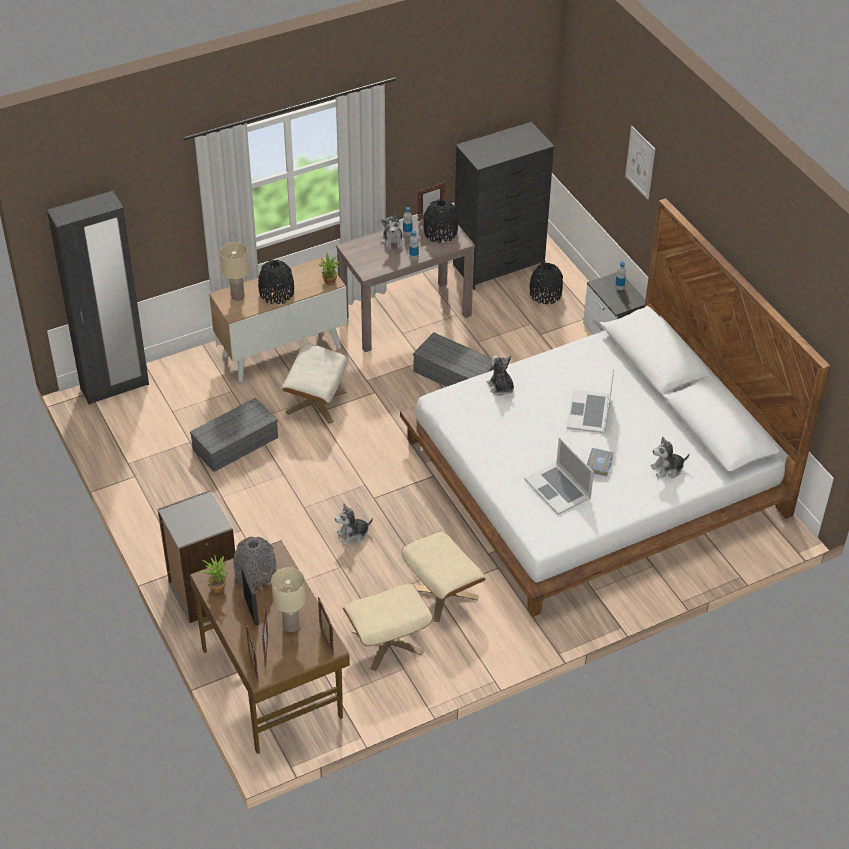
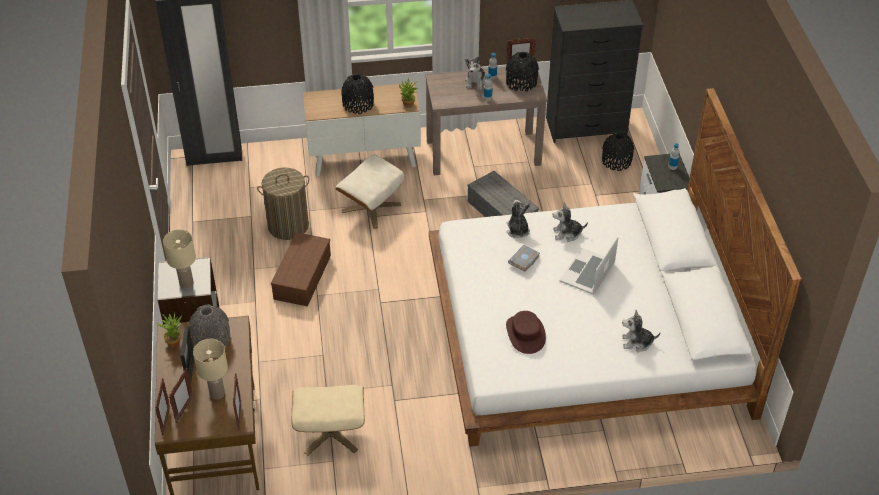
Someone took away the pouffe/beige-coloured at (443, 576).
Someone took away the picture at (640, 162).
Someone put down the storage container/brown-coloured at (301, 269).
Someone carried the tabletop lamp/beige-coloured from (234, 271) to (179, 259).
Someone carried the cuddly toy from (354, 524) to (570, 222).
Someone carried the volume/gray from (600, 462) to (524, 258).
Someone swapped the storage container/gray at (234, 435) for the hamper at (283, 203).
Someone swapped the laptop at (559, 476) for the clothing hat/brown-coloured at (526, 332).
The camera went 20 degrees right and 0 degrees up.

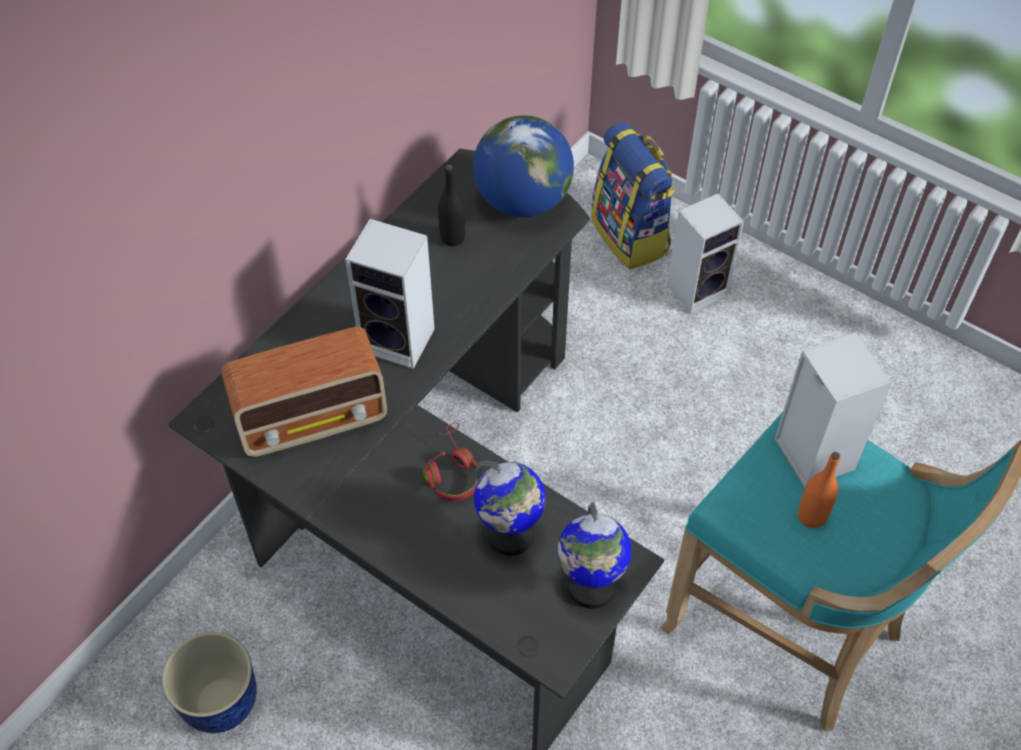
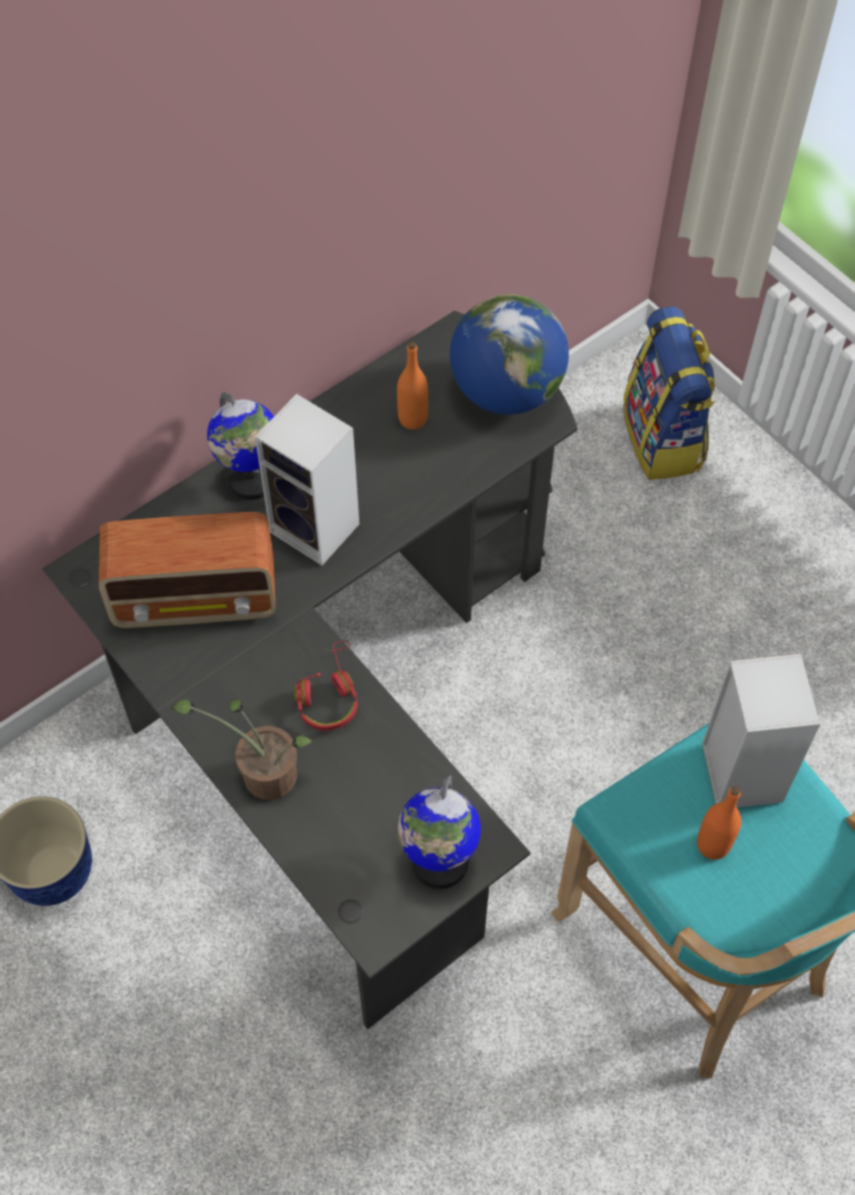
Someone took away the audio speaker at (705, 253).
Someone put down the houseplant at (242, 749).
Someone carried the desk globe from (510, 508) to (240, 446).
Someone repainted the drink bottle/black at (451, 205), which became the drink bottle/orangey at (412, 385).
The camera went 15 degrees right and 5 degrees up.

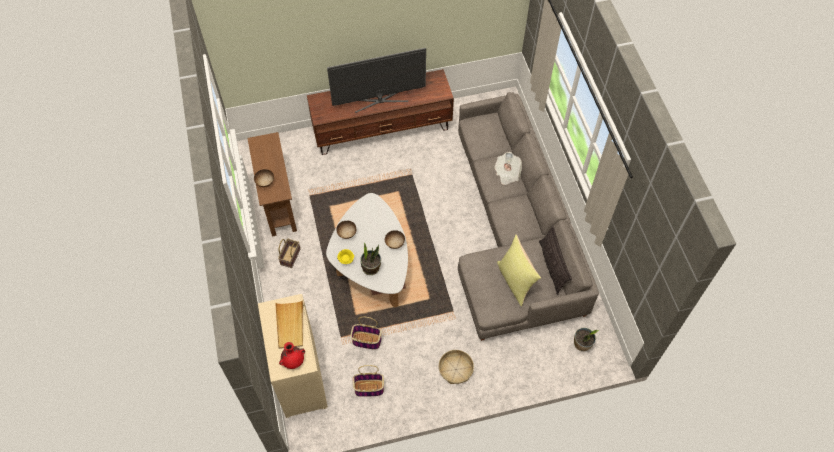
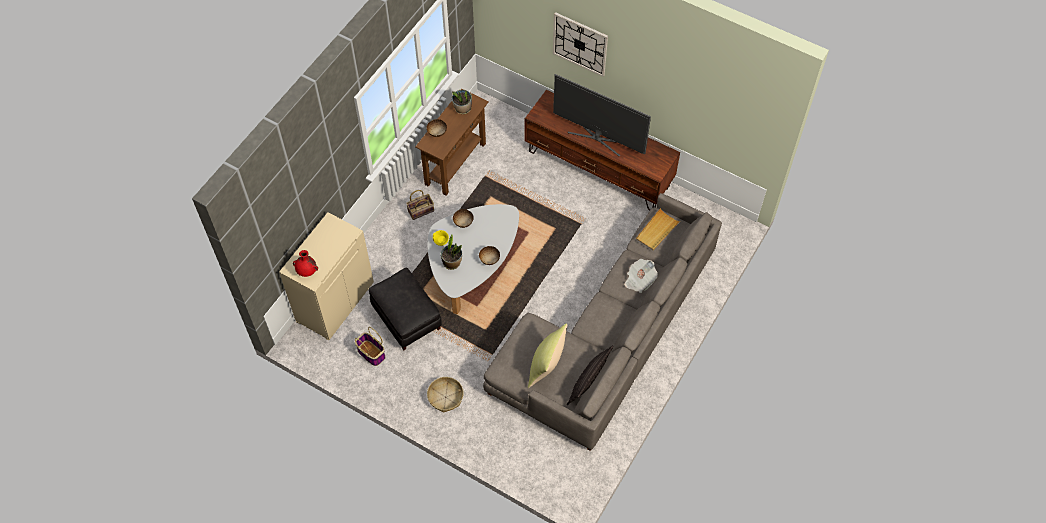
Someone put up the wall clock at (580, 44).
Someone carried the serving tray/beige-coloured from (289, 324) to (658, 229).
Someone carried the houseplant from (586, 339) to (462, 102).
Someone swapped the household basket at (366, 333) for the pouffe/black at (405, 309).
The camera went 45 degrees right and 0 degrees up.

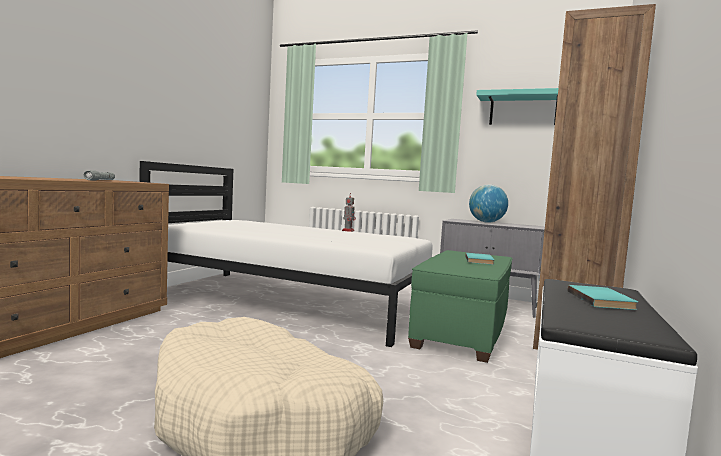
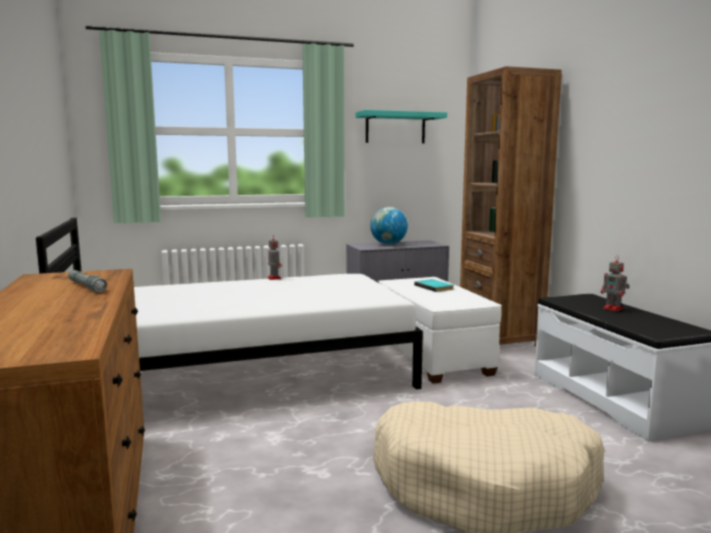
Someone swapped the volume/turquoise at (603, 297) for the model robot at (615, 283).
Someone repainted the pouffe/greenish at (460, 306), which became the pouffe/white at (440, 330).
The camera went 40 degrees left and 5 degrees up.

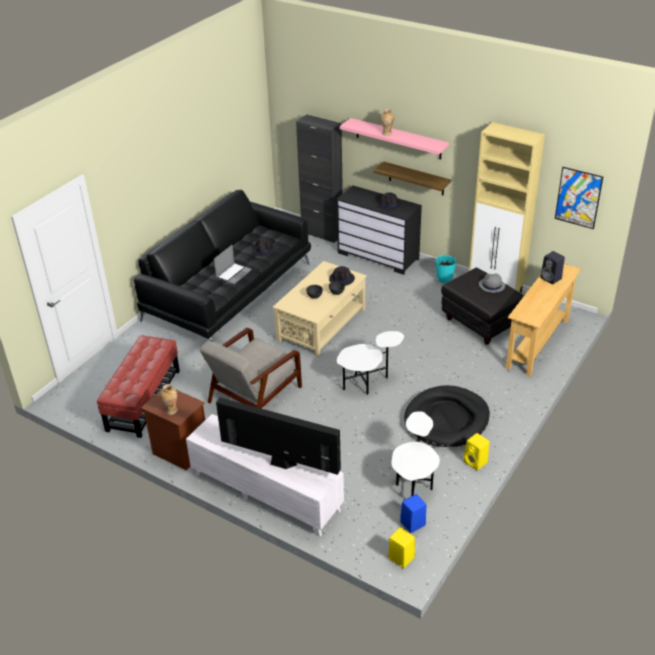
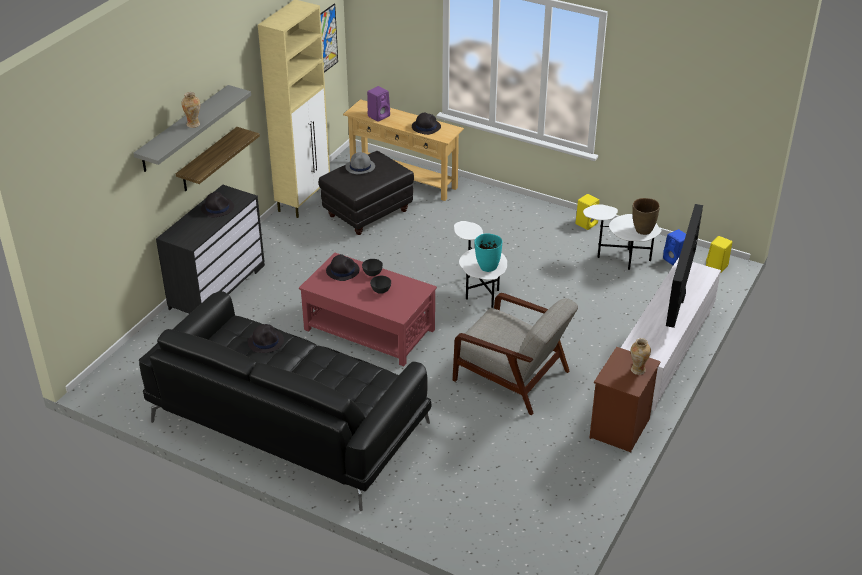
Someone took away the pouffe/reddish at (138, 386).
Someone took away the laptop at (233, 265).
Someone took away the cupboard/black at (319, 178).
Someone took away the pet bed/black at (447, 416).
Someone put down the clothing hat/black at (426, 123).
Someone put down the flower vase/brown-coloured at (646, 216).
Someone carried the flower vase/turquoise from (446, 269) to (488, 252).
Someone repainted the coffee table/beige-coloured at (320, 309), which became the coffee table/reddish at (368, 309).
Someone repainted the wall shelf/pink-coloured at (394, 138), which became the wall shelf/gray at (192, 128).
Someone repainted the audio speaker/black at (552, 267), which became the audio speaker/purple at (378, 104).
The camera went 95 degrees left and 0 degrees up.

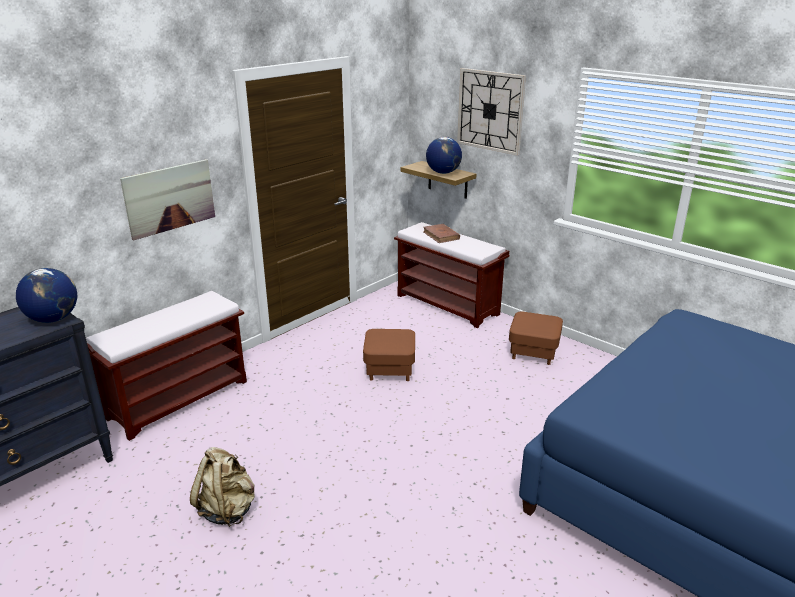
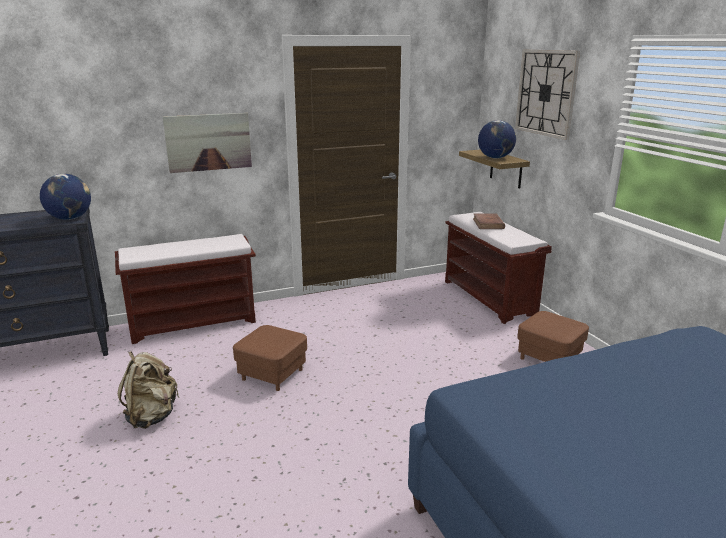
Someone carried the pouffe/brown-coloured from (389, 355) to (270, 358).
The camera went 25 degrees right and 5 degrees down.

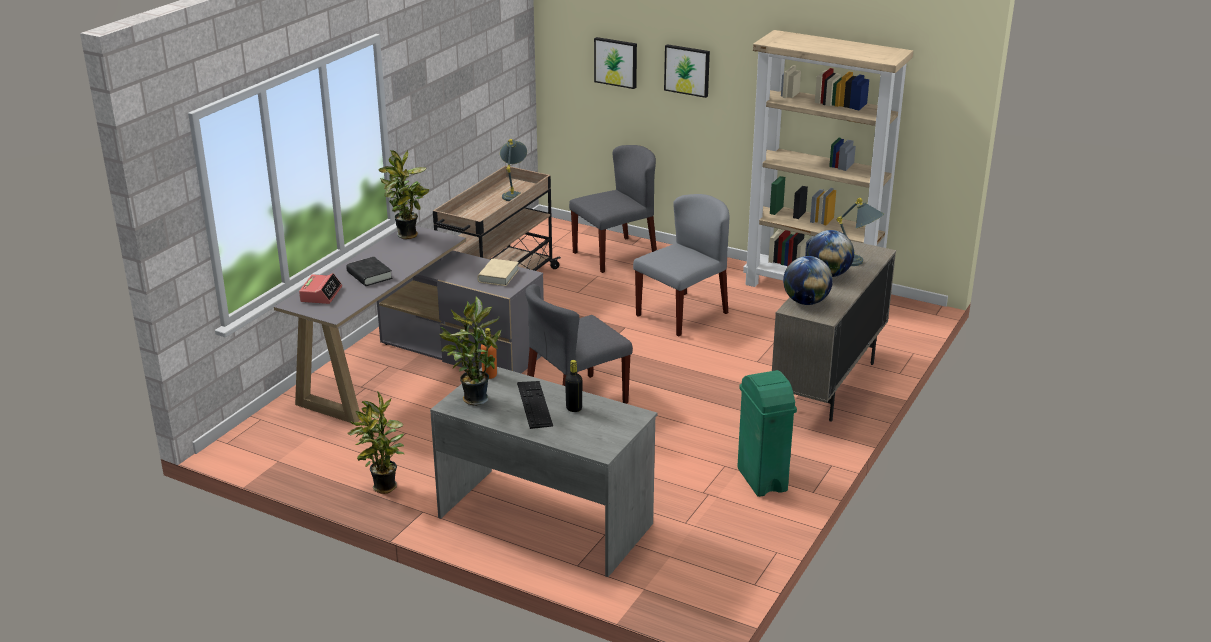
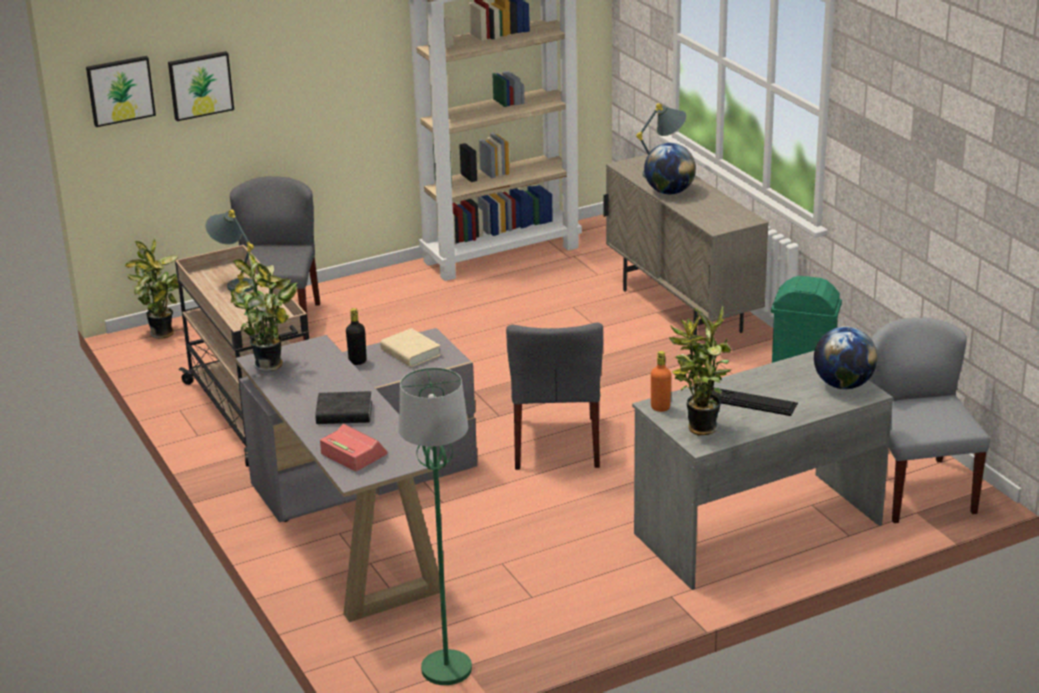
Someone put down the floor lamp/greenish at (435, 526).
Someone carried the houseplant from (375, 442) to (152, 289).
Someone carried the drink bottle/black from (573, 386) to (356, 336).
Someone carried the chair/gray from (681, 265) to (929, 420).
Someone carried the picture from (687, 71) to (121, 91).
Someone carried the desk globe from (808, 280) to (845, 357).
The camera went 55 degrees left and 0 degrees up.

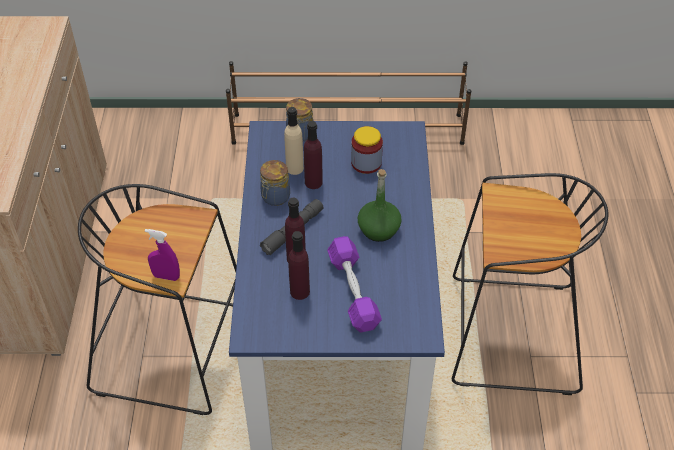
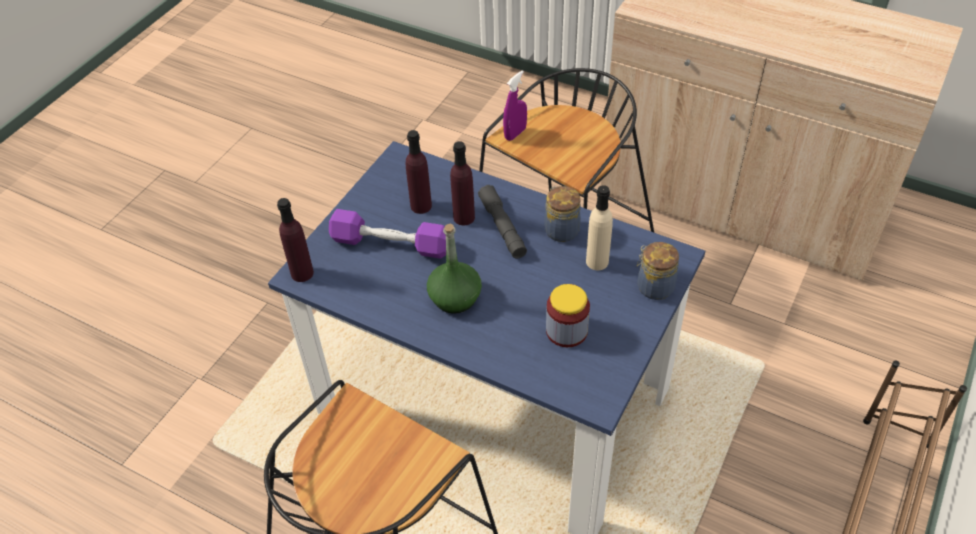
Someone carried the drink bottle/purple from (313, 155) to (295, 240).
The camera went 120 degrees right and 0 degrees up.

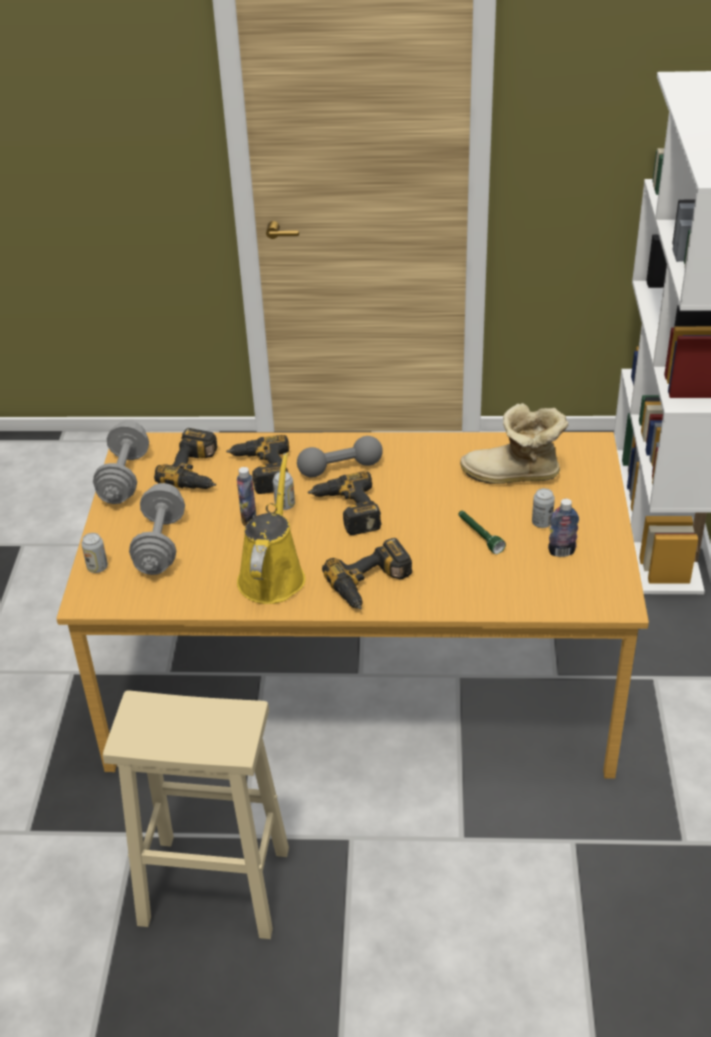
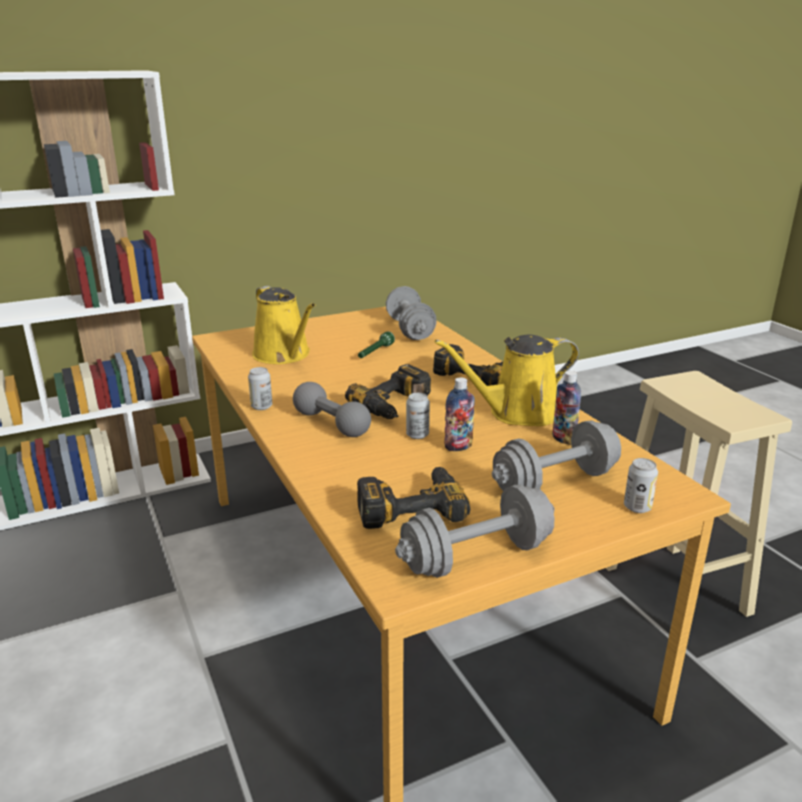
Someone took away the power drill at (257, 464).
Someone put down the dumbbell/gray at (411, 313).
Someone carried the sealed can from (543, 508) to (260, 388).
Someone carried the drink bottle from (563, 528) to (566, 408).
Someone swapped the tall boot at (514, 443) for the sprinkling can/yellowish at (283, 325).
The camera went 120 degrees left and 15 degrees down.

